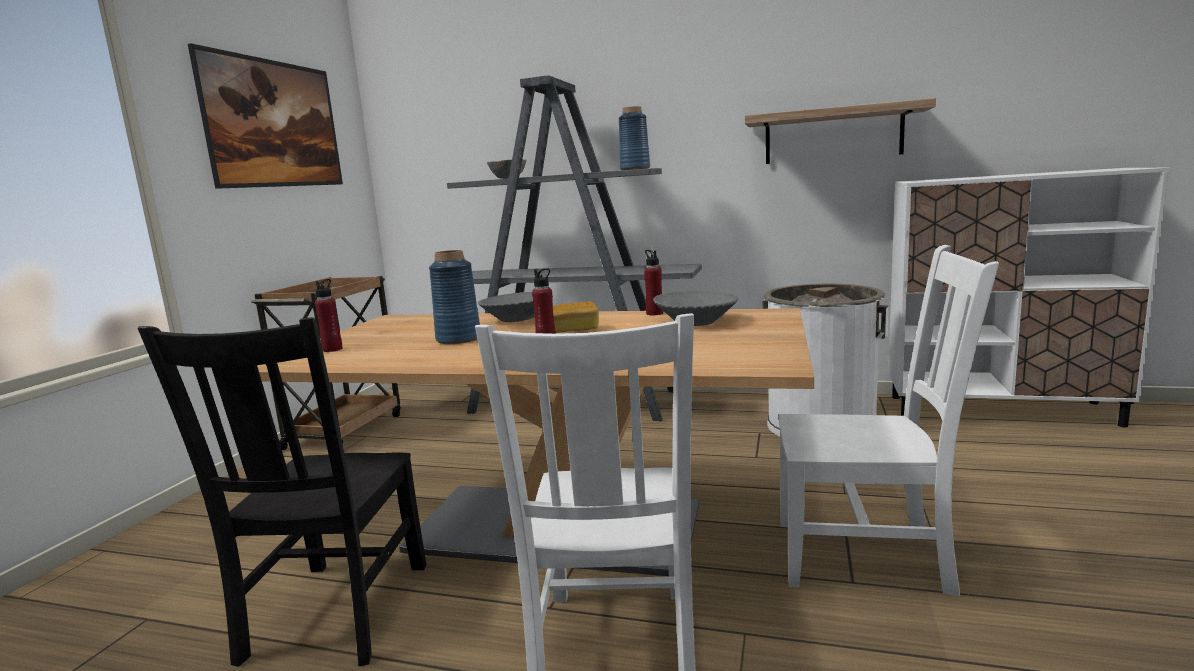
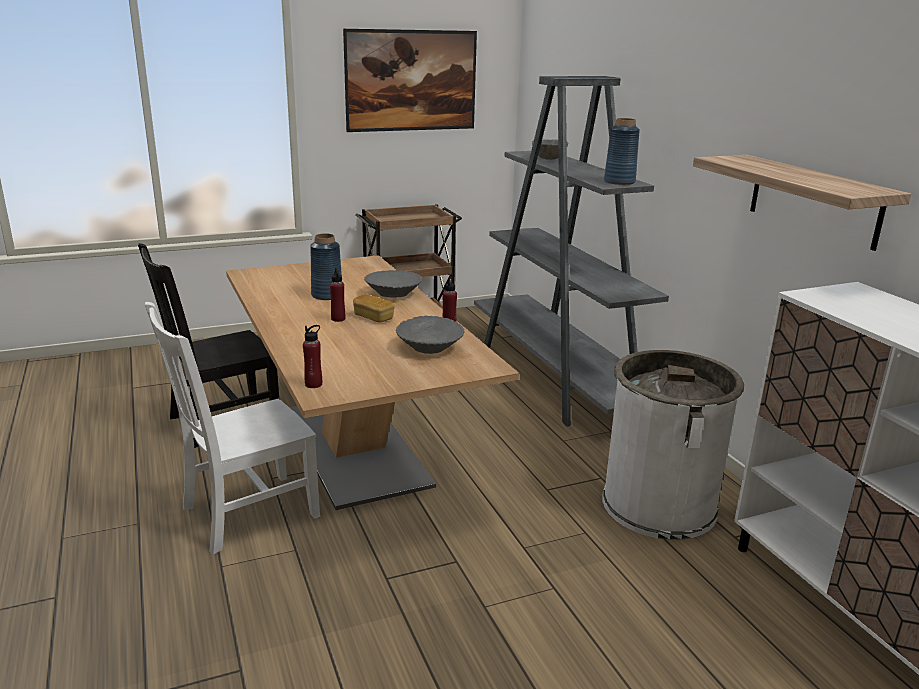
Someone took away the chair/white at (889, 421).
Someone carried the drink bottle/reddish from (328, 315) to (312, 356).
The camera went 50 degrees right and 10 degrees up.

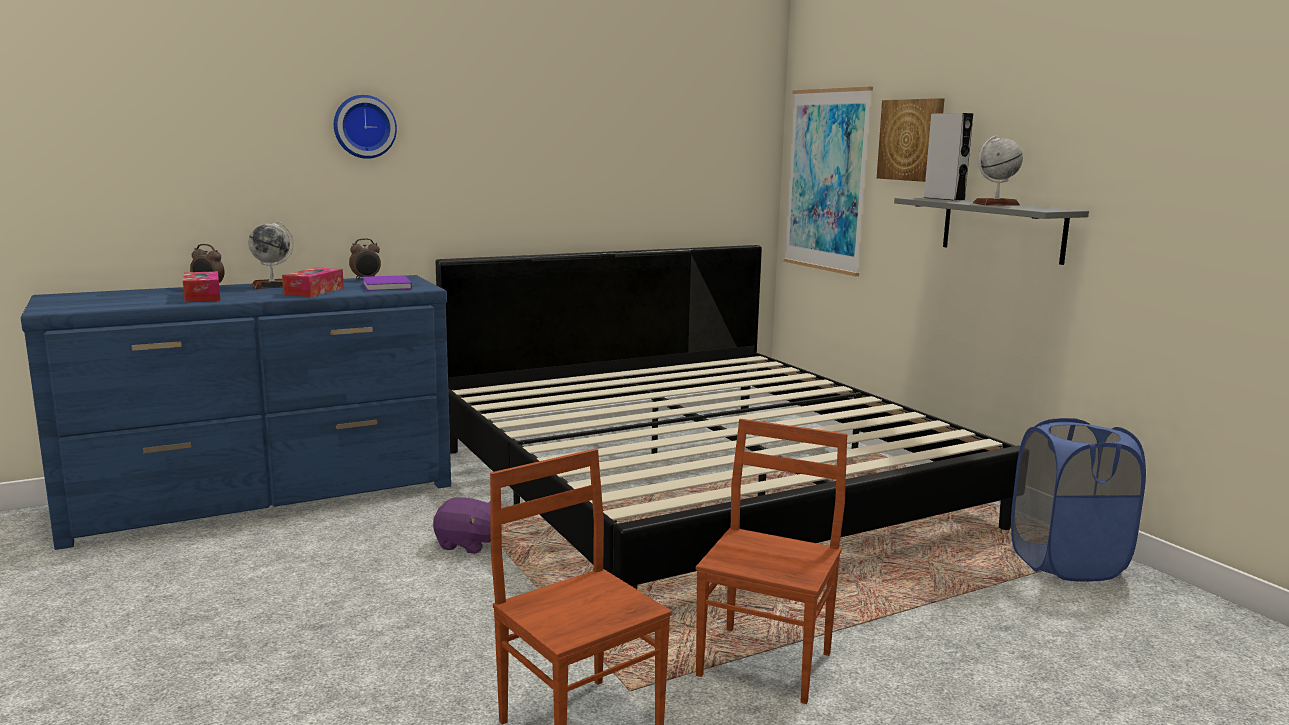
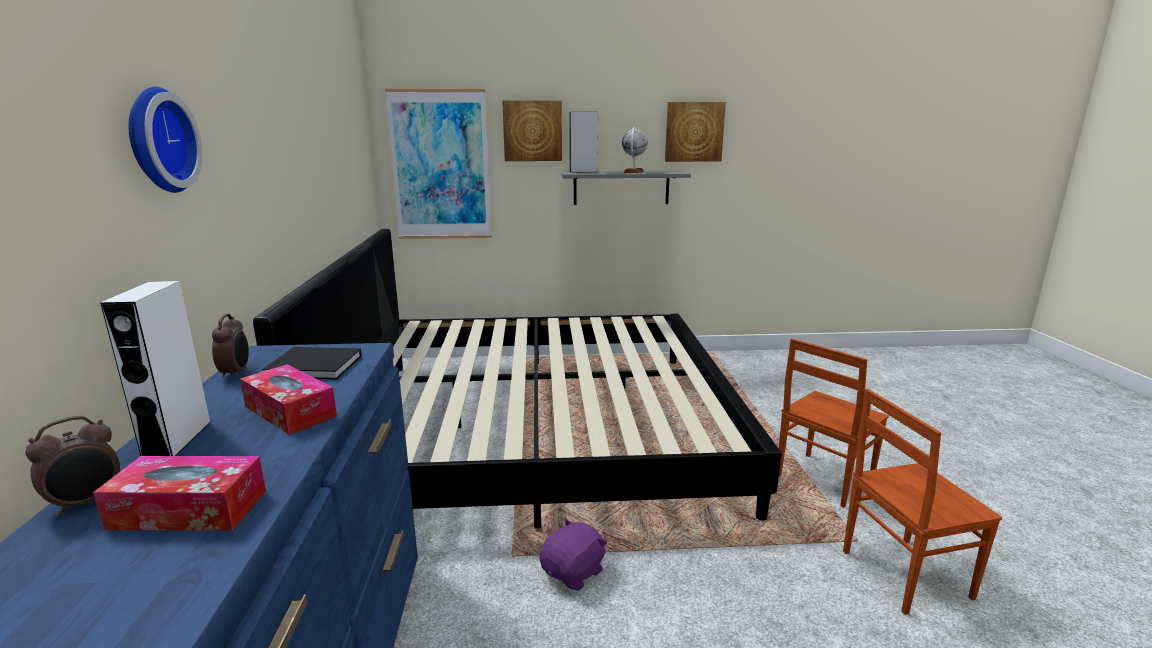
Someone took away the hamper/blue-coloured at (1078, 500).
Someone put up the picture at (695, 132).
Someone swapped the desk globe at (271, 255) for the audio speaker/white at (155, 368).
Someone repainted the volume/purple at (387, 283), which became the volume/black at (312, 363).
Someone rotated the chair/brown-coloured at (772, 561) by 90 degrees counterclockwise.
The camera went 65 degrees left and 5 degrees up.

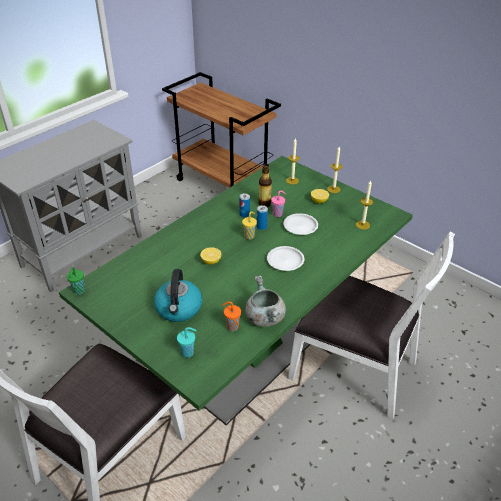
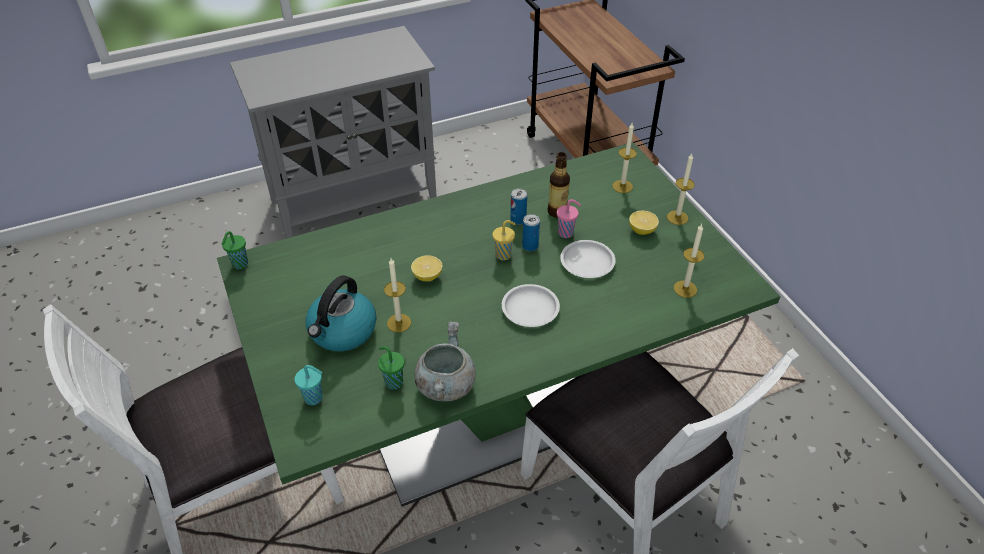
Someone put down the wax candle at (397, 295).
Someone repainted the drinking cup/orangey at (231, 316), which became the drinking cup/greenish at (391, 368).
The camera went 25 degrees right and 5 degrees up.

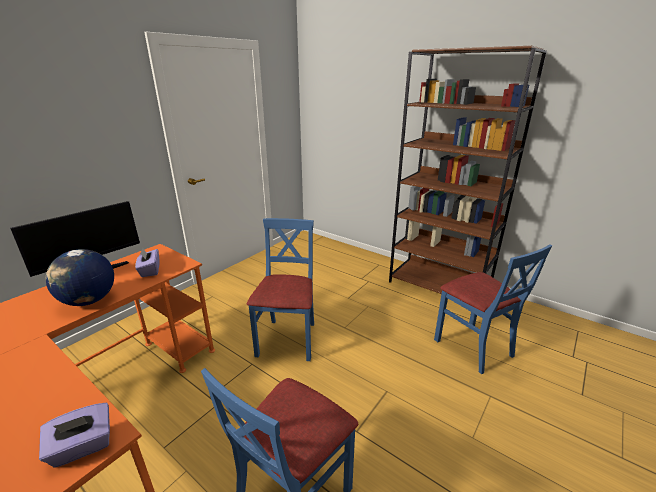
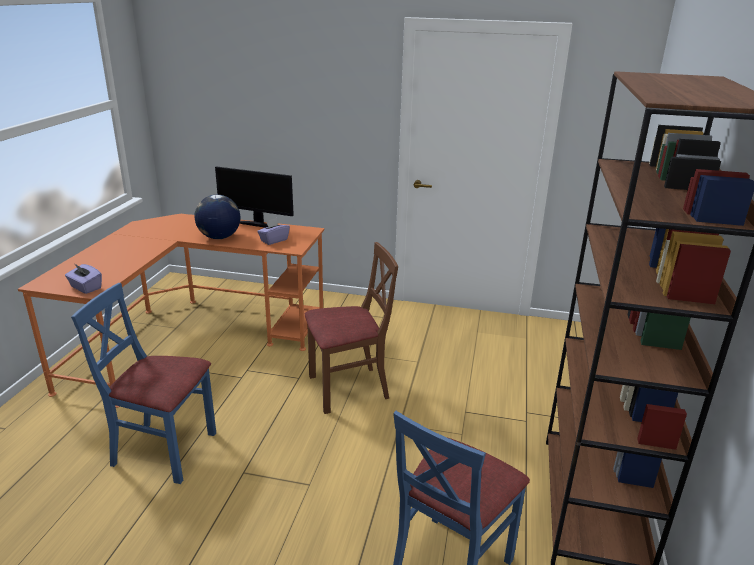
Someone repainted the chair/blue-coloured at (280, 289), which became the chair/brown-coloured at (351, 328).
The camera went 65 degrees right and 0 degrees up.

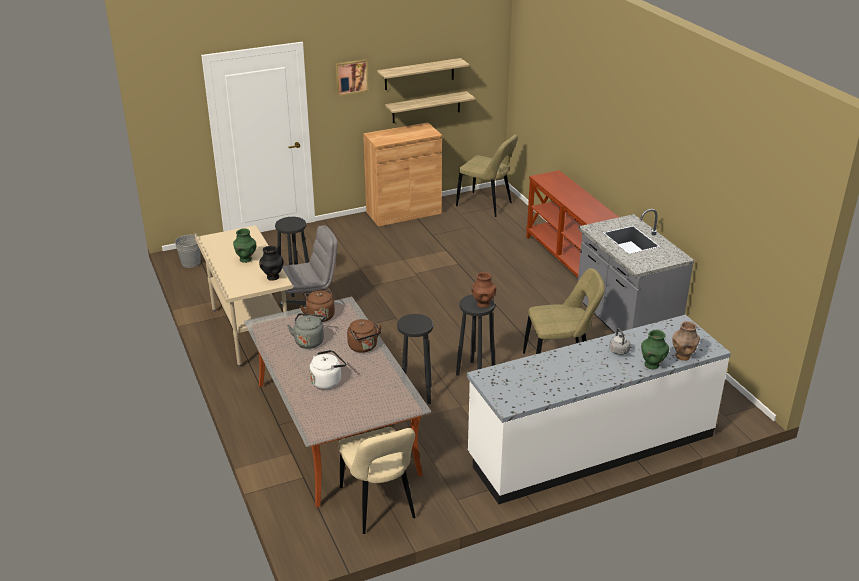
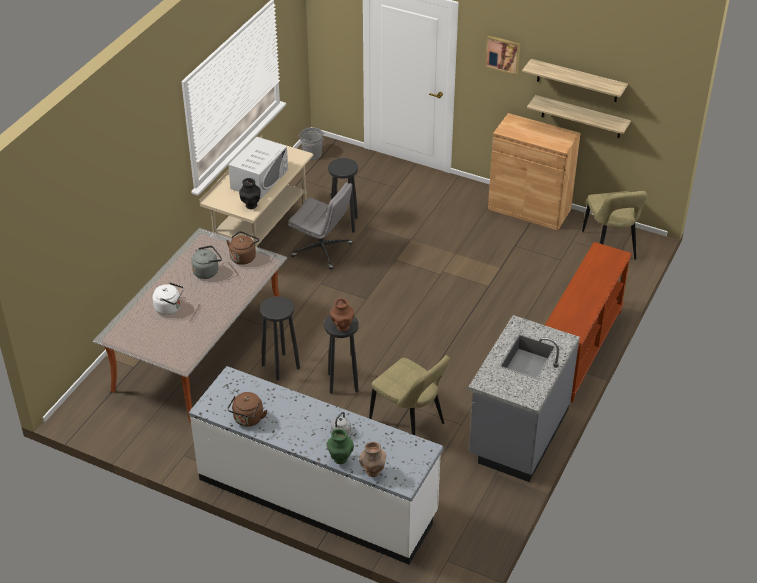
Someone took away the chair/beige-coloured at (376, 480).
Someone carried the kettle/brown-coloured from (364, 335) to (247, 409).
Someone swapped the flower vase/greenish at (244, 245) for the microwave/white at (258, 168).
The camera went 50 degrees right and 10 degrees up.

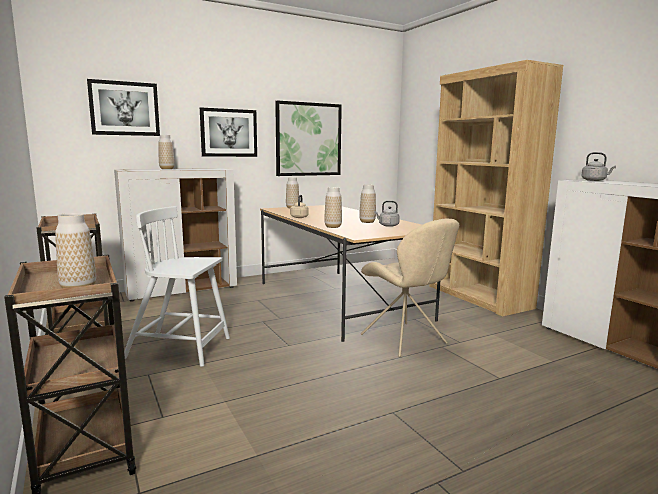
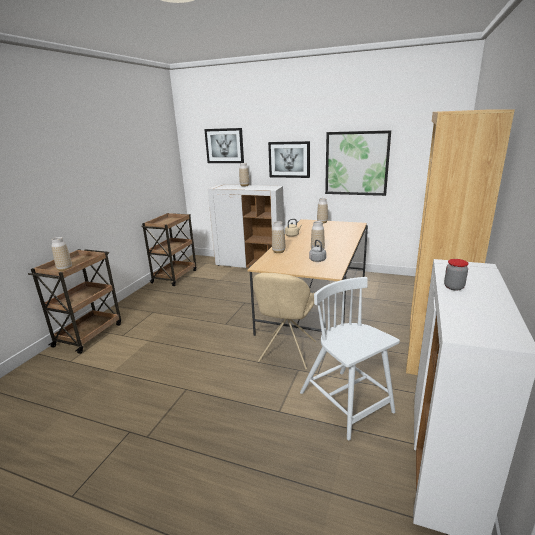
Someone took away the kettle/gray at (598, 166).
Someone put down the preserve jar at (456, 275).
Someone carried the chair/white from (177, 286) to (350, 358).
The camera went 50 degrees right and 10 degrees up.

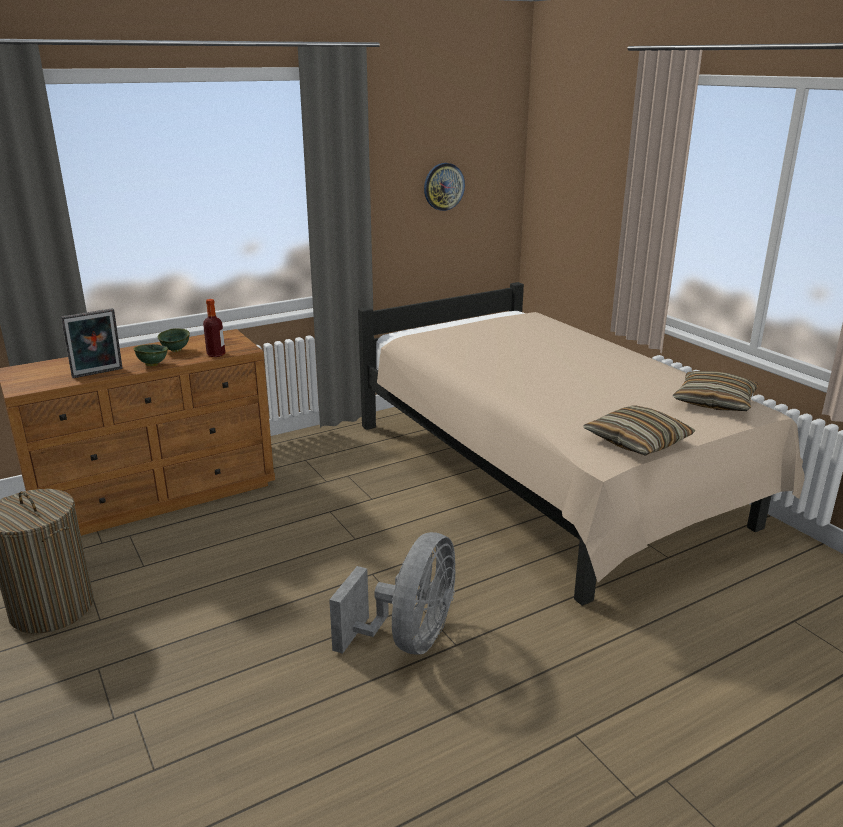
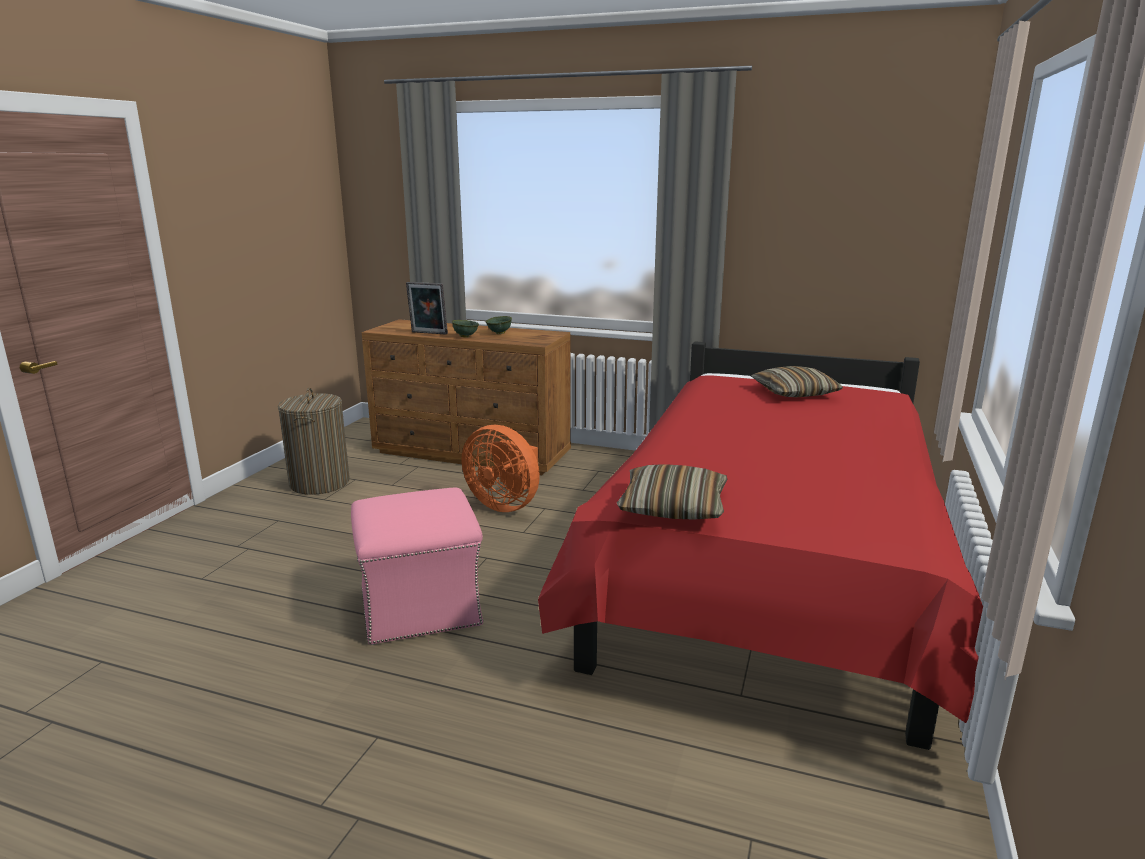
Someone took away the drink bottle at (214, 328).
Someone took away the wall clock at (444, 187).
Someone put down the cooling fan/orangey at (501, 468).
Someone carried the cushion from (715, 391) to (797, 381).
Someone swapped the cooling fan/gray at (392, 593) for the pouffe/pink-coloured at (417, 566).
Someone repainted the sleeping bed/beige-coloured at (581, 444), which became the sleeping bed/reddish at (760, 545).
The camera went 50 degrees right and 5 degrees down.

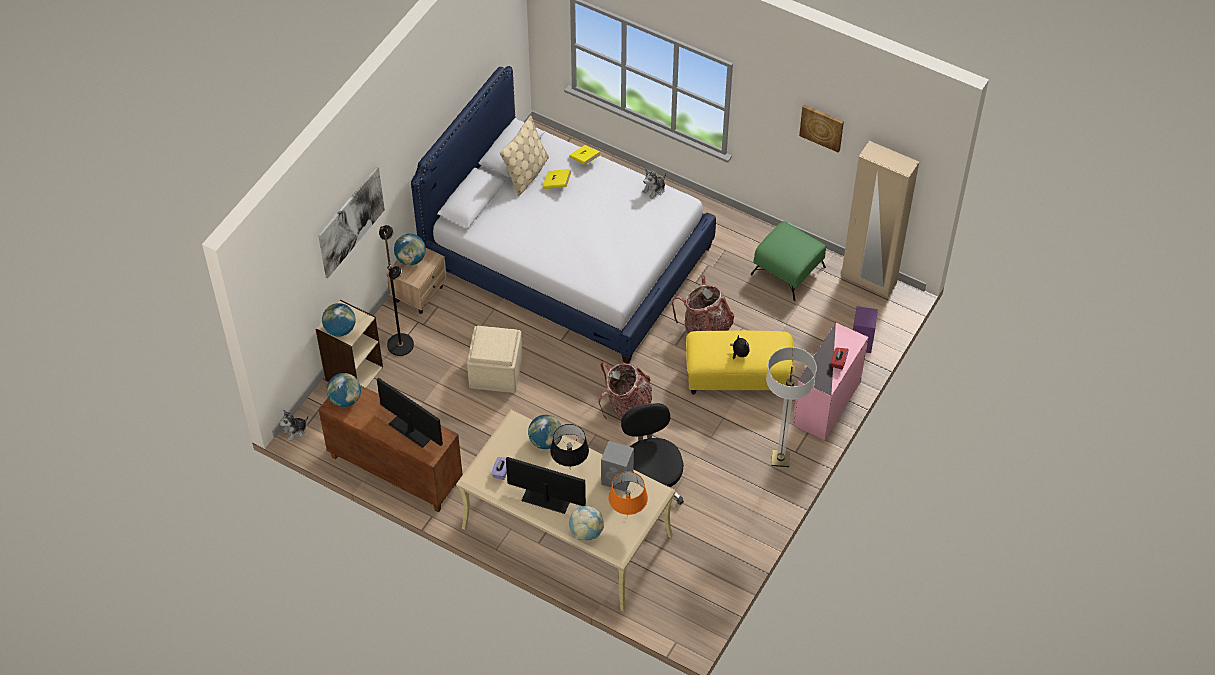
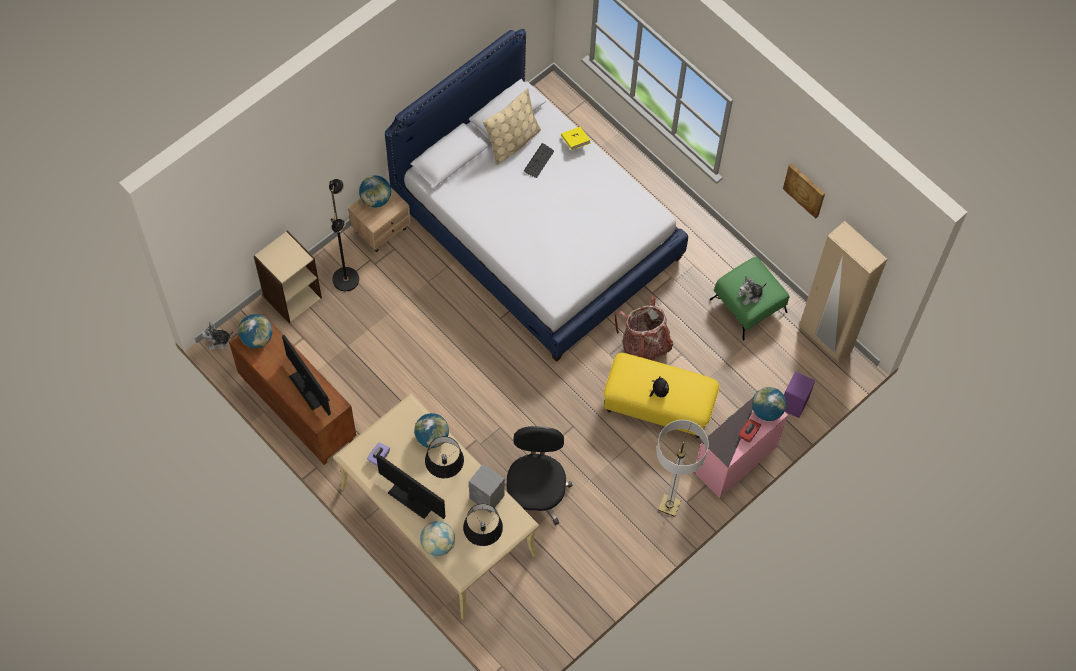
Someone took away the picture at (351, 222).
Someone took away the pouffe/beige-coloured at (495, 359).
Someone took away the knapsack at (625, 390).
Someone carried the desk globe from (338, 320) to (769, 404).
Someone carried the cuddly toy from (654, 184) to (752, 290).
Someone swapped the volume/yellowish at (557, 179) for the computer keyboard at (539, 160).
Someone repainted the tabletop lamp/orangey at (628, 493), which became the tabletop lamp/black at (483, 525).
The camera went 15 degrees right and 10 degrees up.

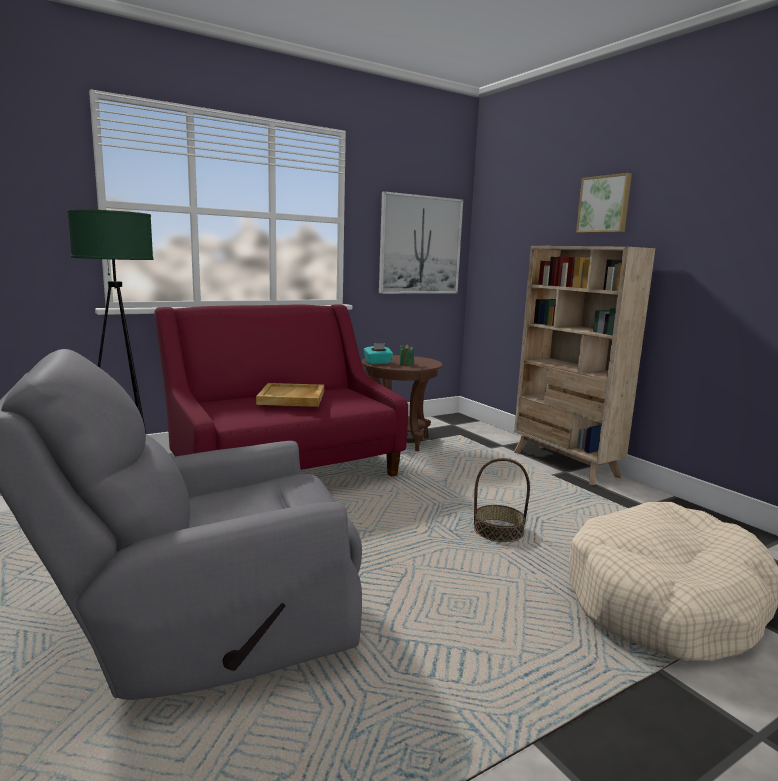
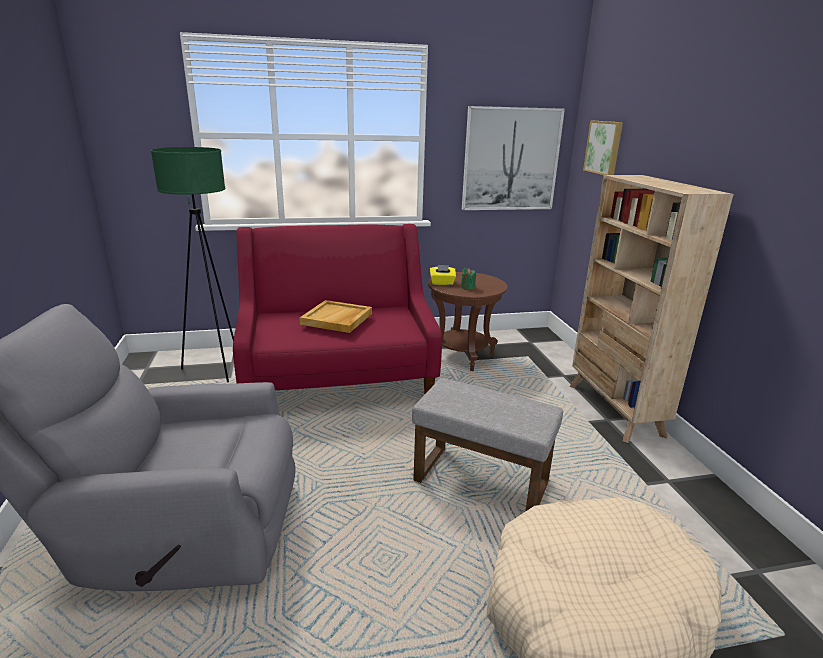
Someone carried the picture from (604, 203) to (603, 148).
Someone swapped the household basket at (502, 500) for the pouffe/gray at (487, 445).
Someone repainted the box of tissues/turquoise at (378, 353), which became the box of tissues/yellowish at (443, 275).
The camera went 20 degrees right and 10 degrees up.

